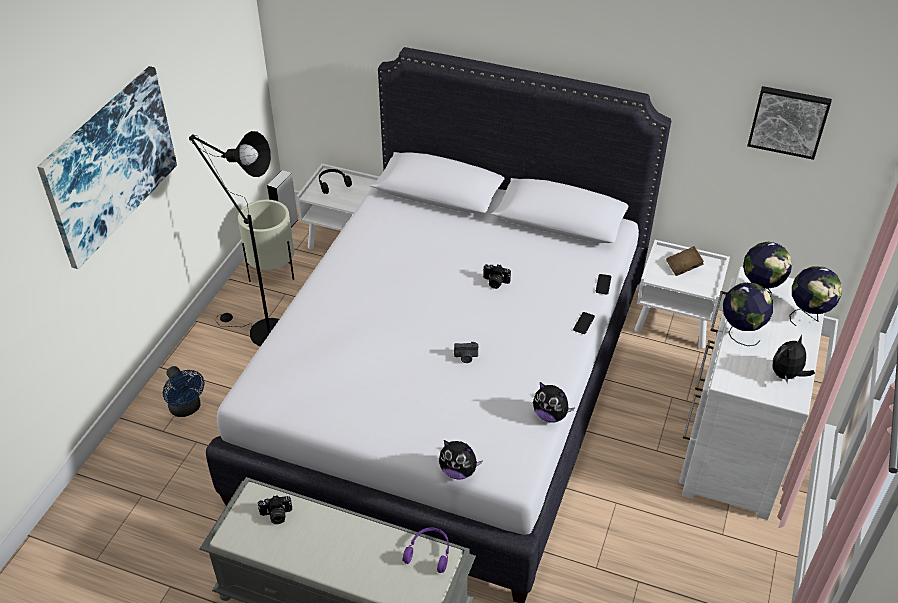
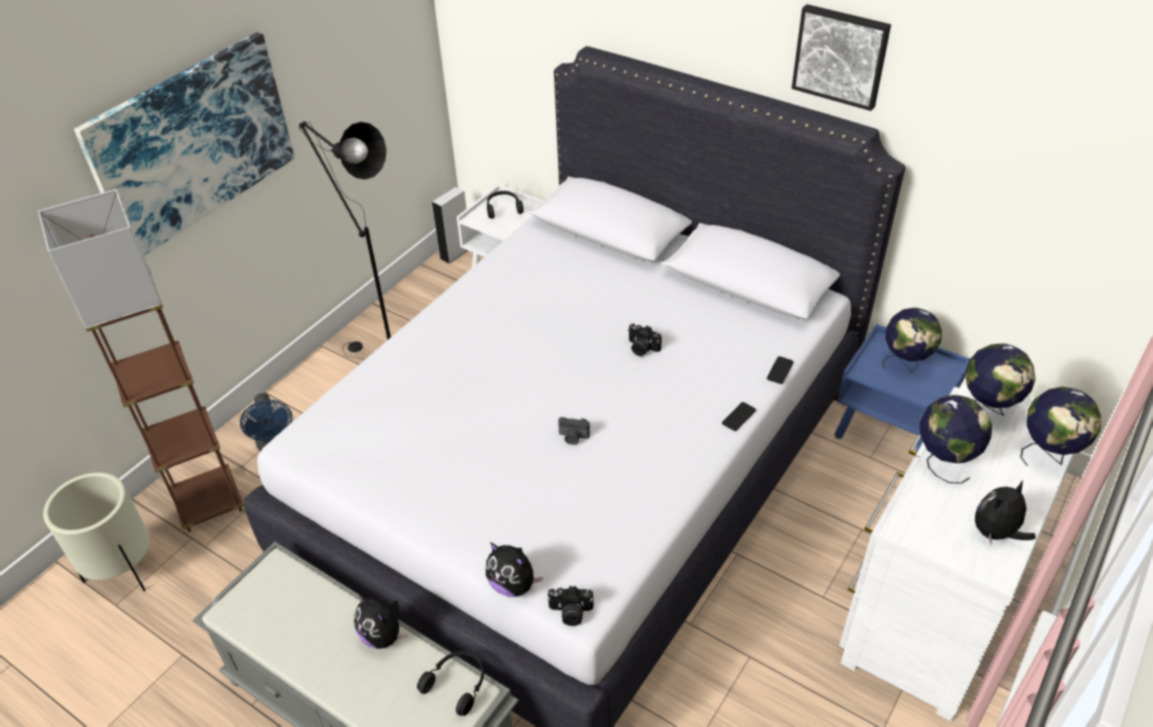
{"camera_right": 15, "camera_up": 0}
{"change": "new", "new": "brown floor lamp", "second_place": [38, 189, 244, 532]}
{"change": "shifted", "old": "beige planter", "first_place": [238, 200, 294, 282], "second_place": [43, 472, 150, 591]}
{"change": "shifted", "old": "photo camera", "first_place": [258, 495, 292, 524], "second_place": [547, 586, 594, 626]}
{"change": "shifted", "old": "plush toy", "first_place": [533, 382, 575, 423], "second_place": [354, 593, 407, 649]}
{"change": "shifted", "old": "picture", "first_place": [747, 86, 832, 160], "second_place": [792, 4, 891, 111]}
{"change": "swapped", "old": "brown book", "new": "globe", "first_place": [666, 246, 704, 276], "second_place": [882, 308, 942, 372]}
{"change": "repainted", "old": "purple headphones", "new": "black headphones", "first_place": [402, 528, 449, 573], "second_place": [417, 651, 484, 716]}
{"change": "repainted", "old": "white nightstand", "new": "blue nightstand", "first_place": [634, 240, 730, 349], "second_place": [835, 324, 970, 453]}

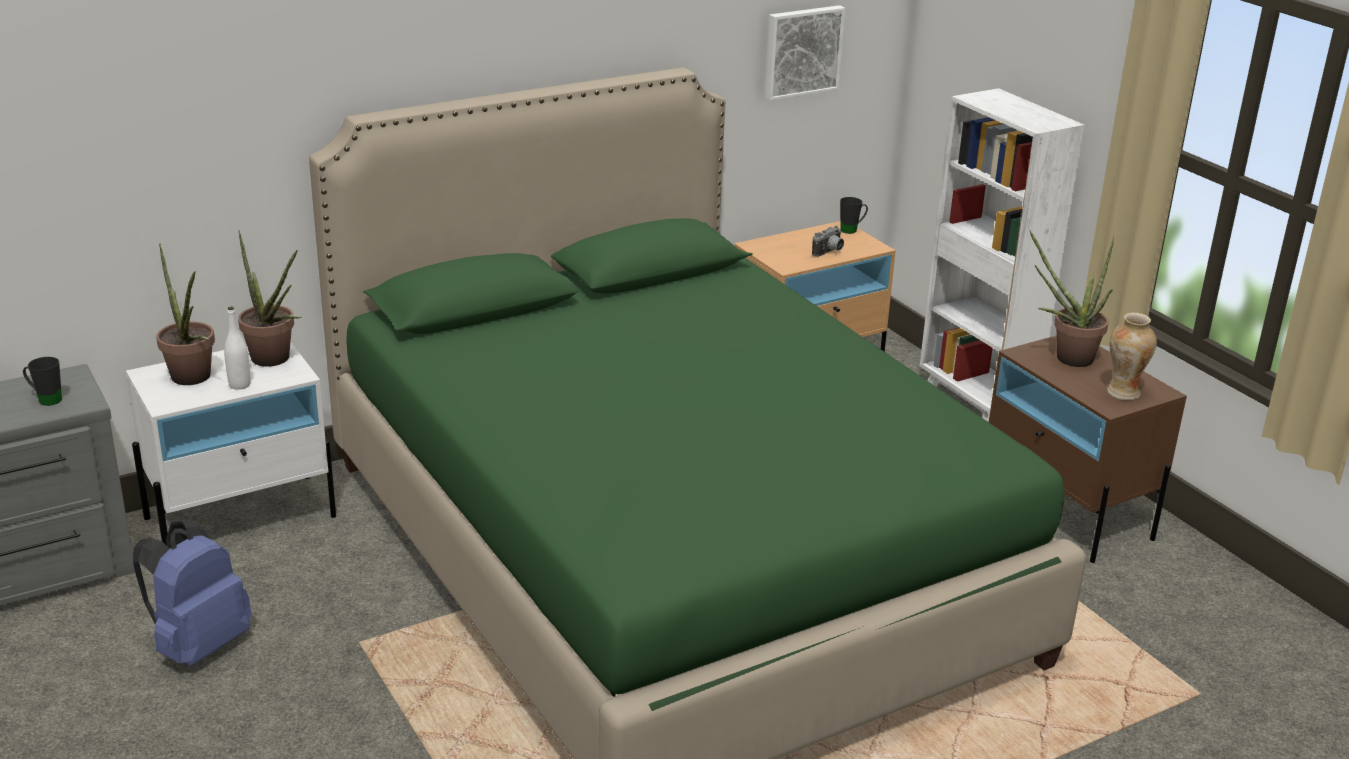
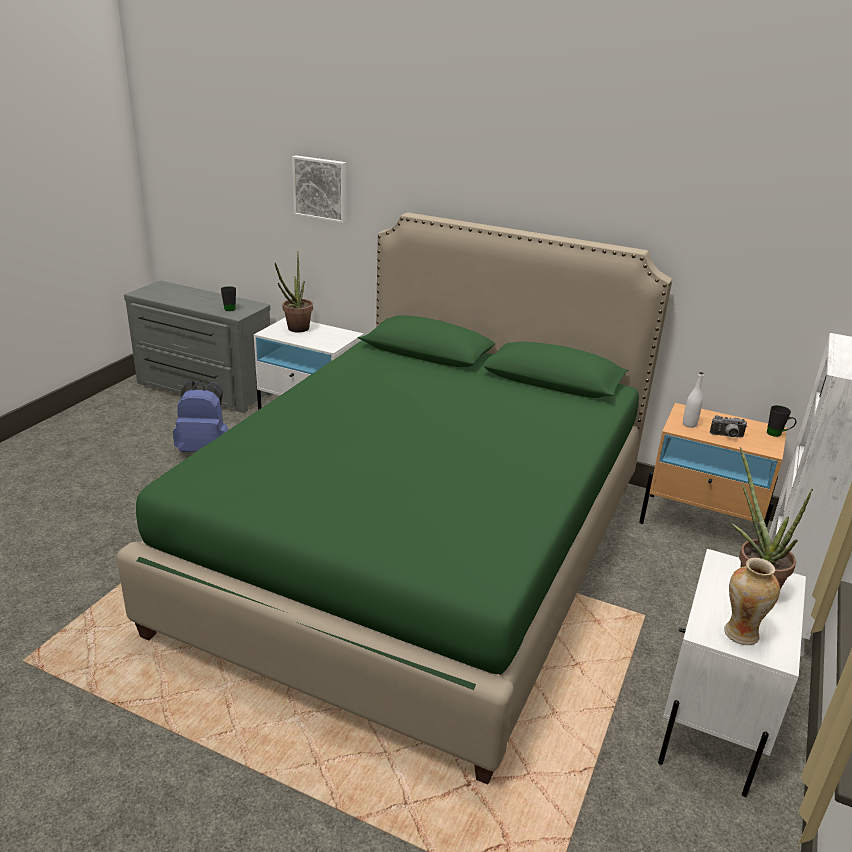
{"camera_right": 55, "camera_up": 0}
{"change": "gone", "old": "potted plant", "first_place": [238, 230, 302, 367]}
{"change": "shifted", "old": "white bottle", "first_place": [224, 306, 251, 390], "second_place": [683, 372, 703, 428]}
{"change": "shifted", "old": "picture", "first_place": [764, 5, 846, 101], "second_place": [292, 155, 346, 223]}
{"change": "repainted", "old": "brown nightstand", "new": "white nightstand", "first_place": [989, 336, 1187, 563], "second_place": [658, 549, 806, 797]}

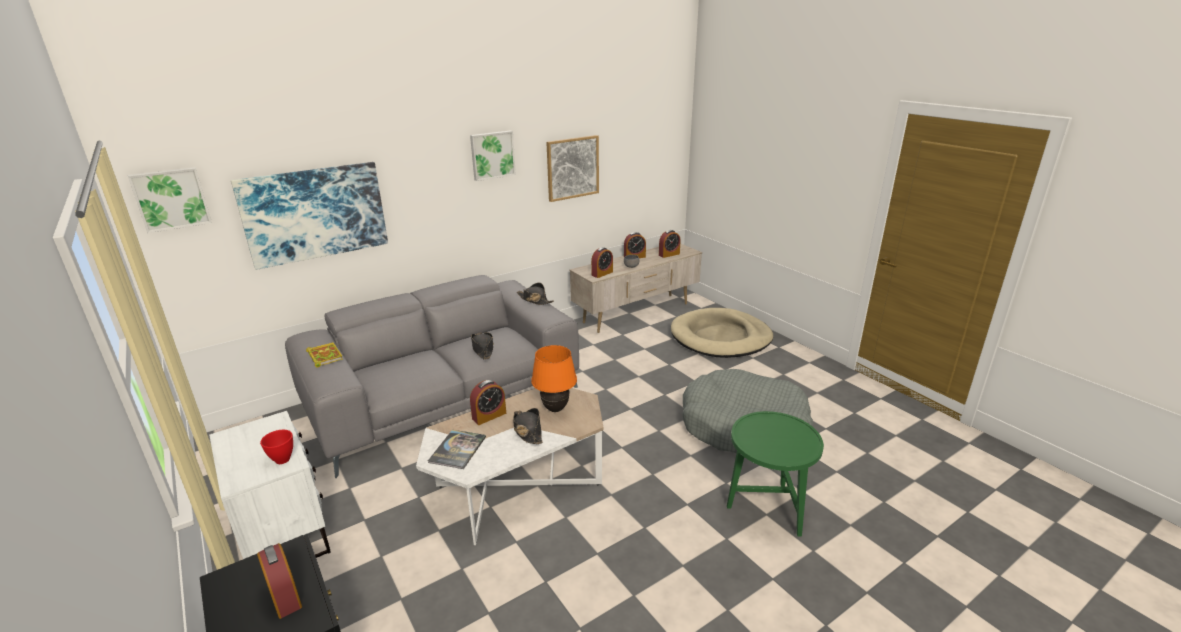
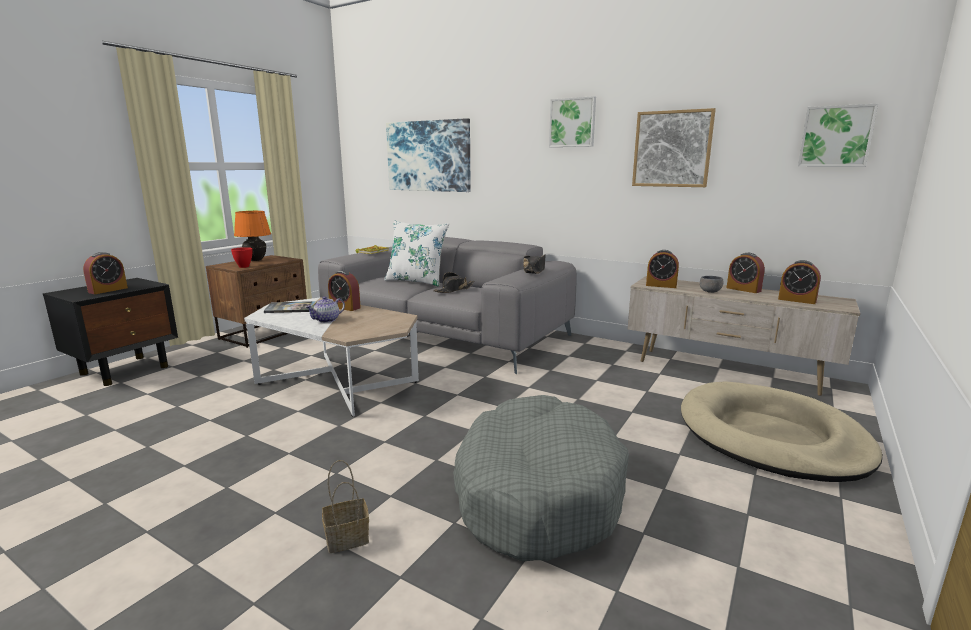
{"camera_right": 65, "camera_up": -10}
{"change": "new", "new": "white pillow", "second_place": [384, 221, 449, 286]}
{"change": "shifted", "old": "picture", "first_place": [128, 167, 212, 233], "second_place": [798, 104, 878, 167]}
{"change": "shifted", "old": "orange table lamp", "first_place": [531, 345, 577, 412], "second_place": [234, 211, 271, 261]}
{"change": "swapped", "old": "black hat", "new": "teapot", "first_place": [513, 408, 543, 444], "second_place": [306, 296, 345, 323]}
{"change": "swapped", "old": "green side table", "new": "basket", "first_place": [727, 411, 824, 537], "second_place": [322, 460, 369, 553]}
{"change": "repainted", "old": "white nightstand", "new": "brown nightstand", "first_place": [209, 411, 331, 559], "second_place": [206, 255, 307, 348]}

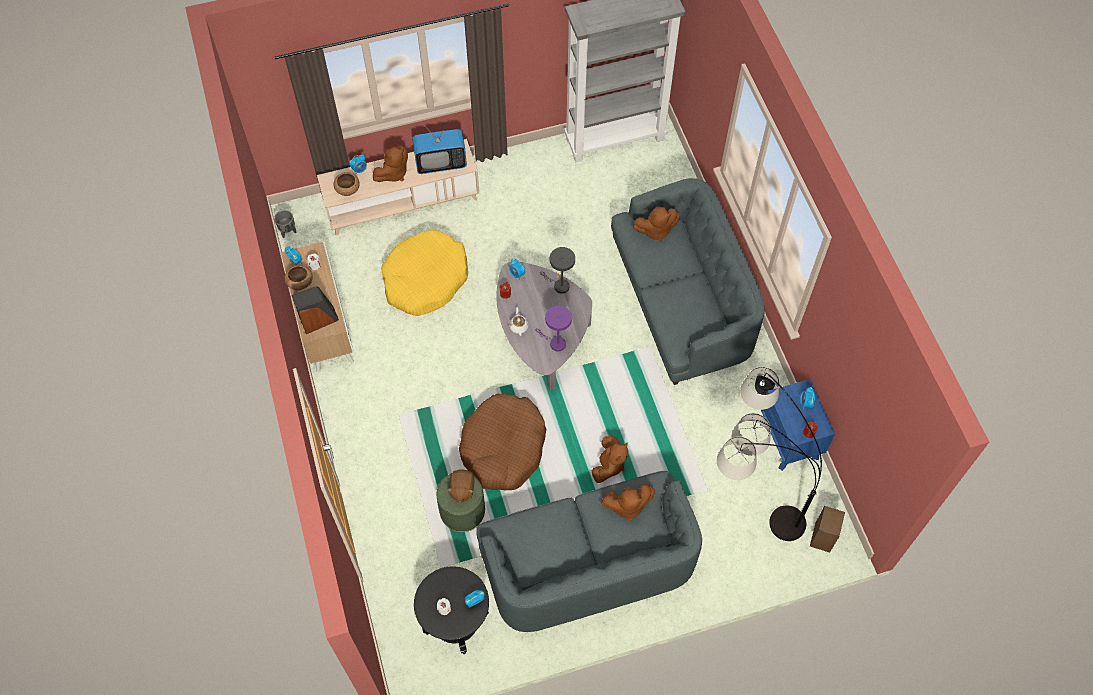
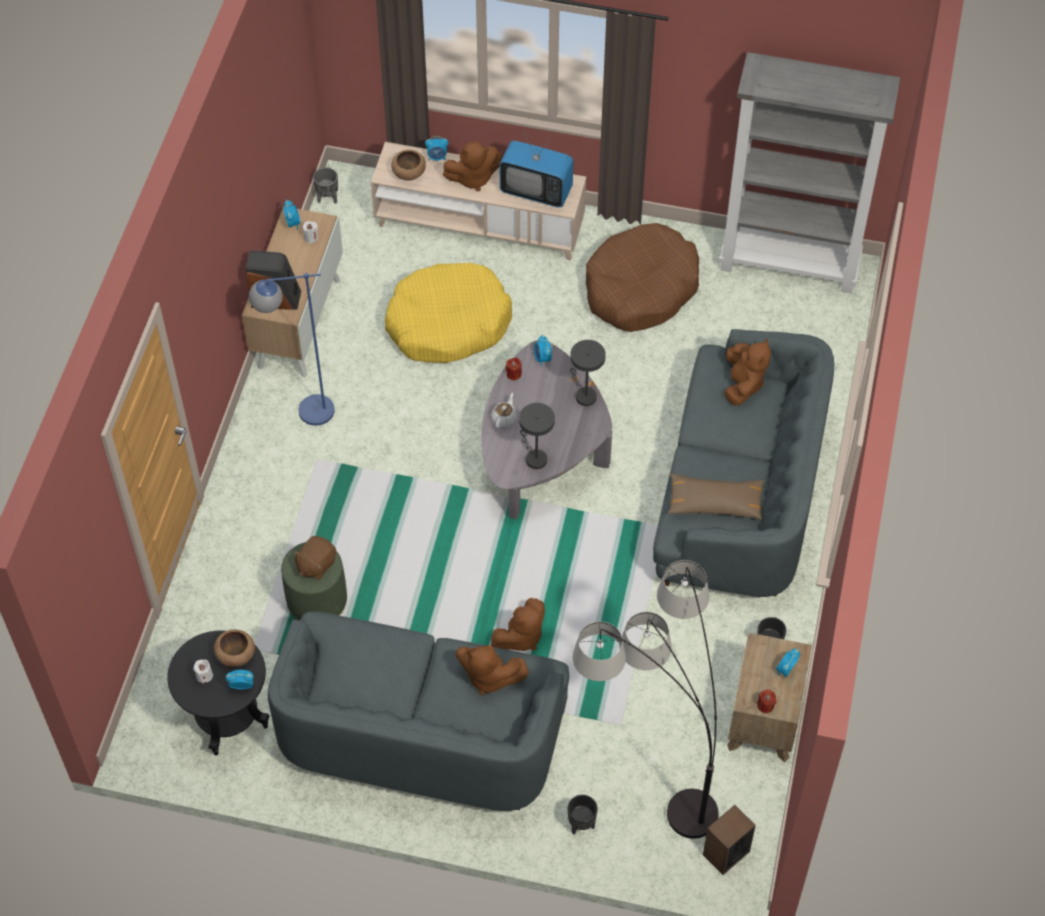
{"camera_right": 30, "camera_up": -5}
{"change": "new", "new": "blue floor lamp", "second_place": [249, 273, 335, 426]}
{"change": "new", "new": "black planter", "second_place": [568, 795, 598, 835]}
{"change": "new", "new": "brown pillow", "second_place": [668, 473, 764, 520]}
{"change": "shifted", "old": "brown bowl", "first_place": [284, 265, 313, 290], "second_place": [214, 629, 255, 667]}
{"change": "shifted", "old": "brown dog bed", "first_place": [459, 394, 546, 490], "second_place": [586, 223, 699, 332]}
{"change": "repainted", "old": "purple table lamp", "new": "grey table lamp", "first_place": [535, 306, 572, 351], "second_place": [519, 403, 555, 469]}
{"change": "repainted", "old": "blue nightstand", "new": "brown nightstand", "first_place": [760, 379, 835, 471], "second_place": [727, 632, 812, 762]}
{"change": "rotated", "old": "brown plush toy", "first_place": [633, 206, 680, 242], "second_place": [724, 339, 771, 405], "degrees": -105}

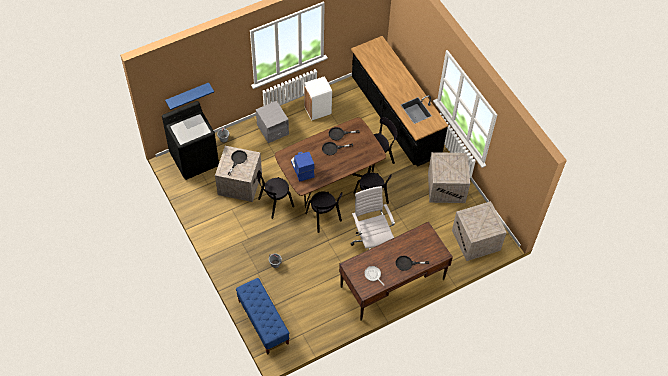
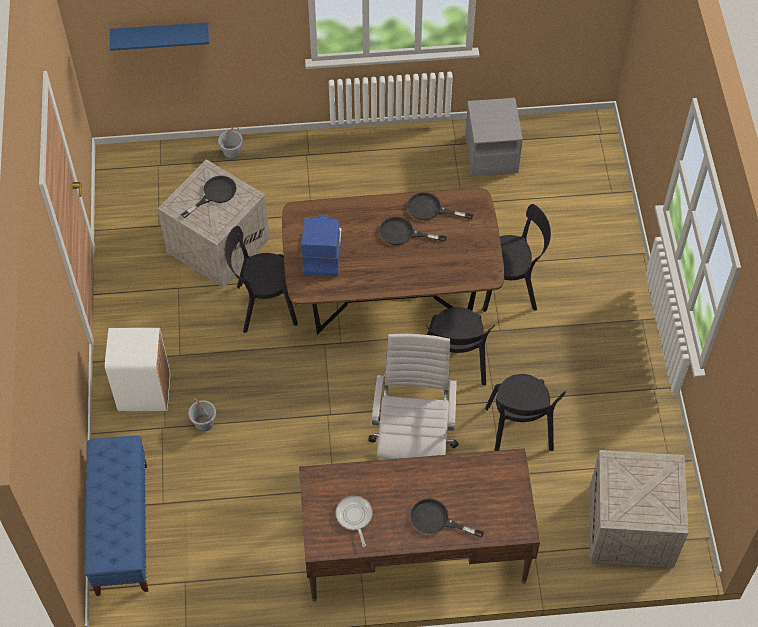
{"camera_right": 25, "camera_up": 0}
{"change": "gone", "old": "black washing machine", "first_place": [162, 101, 219, 180]}
{"change": "gone", "old": "black counter", "first_place": [351, 36, 448, 167]}
{"change": "gone", "old": "crate", "first_place": [428, 152, 470, 203]}
{"change": "shifted", "old": "grey nightstand", "first_place": [256, 101, 289, 143], "second_place": [465, 98, 523, 176]}
{"change": "shifted", "old": "white trash can", "first_place": [304, 76, 332, 120], "second_place": [105, 328, 170, 411]}
{"change": "shifted", "old": "black chair", "first_place": [305, 191, 343, 233], "second_place": [485, 374, 566, 451]}

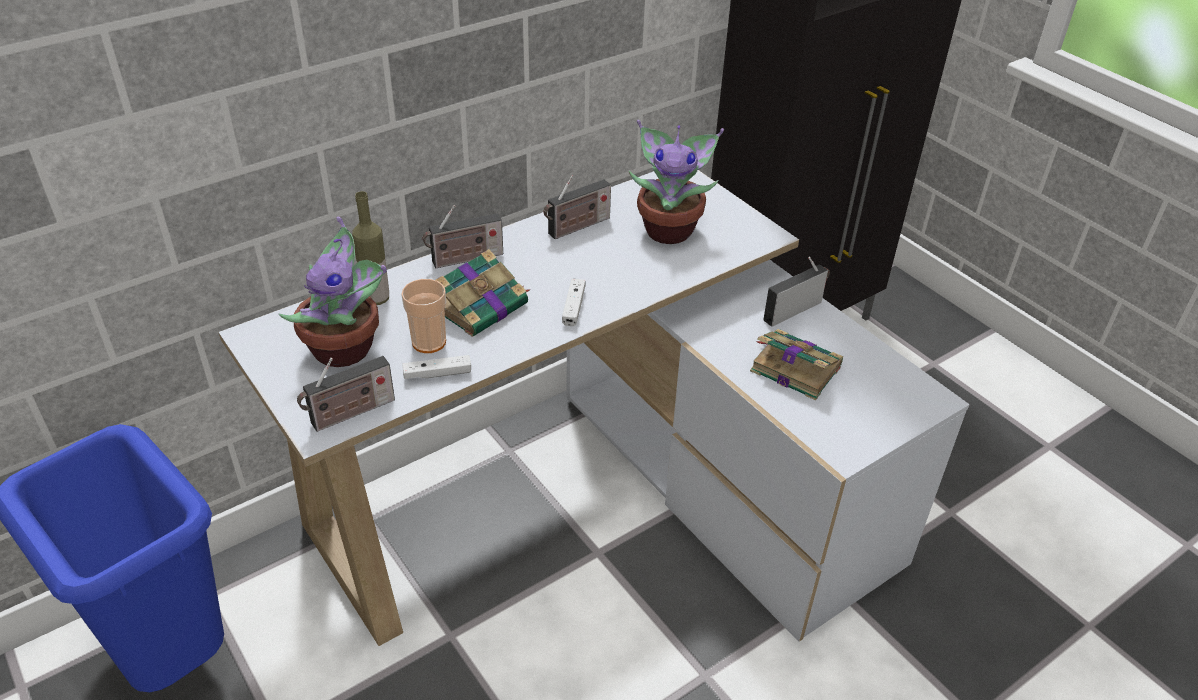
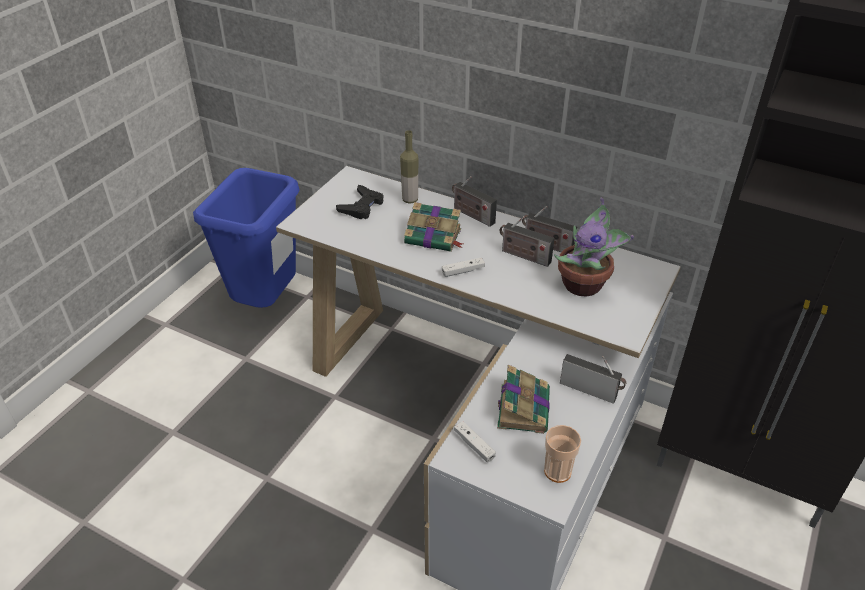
{"camera_right": 65, "camera_up": 0}
{"change": "shifted", "old": "radio", "first_place": [297, 356, 395, 432], "second_place": [499, 216, 555, 267]}
{"change": "shifted", "old": "cup", "first_place": [401, 279, 446, 353], "second_place": [544, 425, 581, 483]}
{"change": "shifted", "old": "white game controller", "first_place": [402, 355, 471, 379], "second_place": [454, 421, 496, 463]}
{"change": "swapped", "old": "potted plant", "new": "black game controller", "first_place": [279, 217, 387, 367], "second_place": [336, 185, 384, 219]}

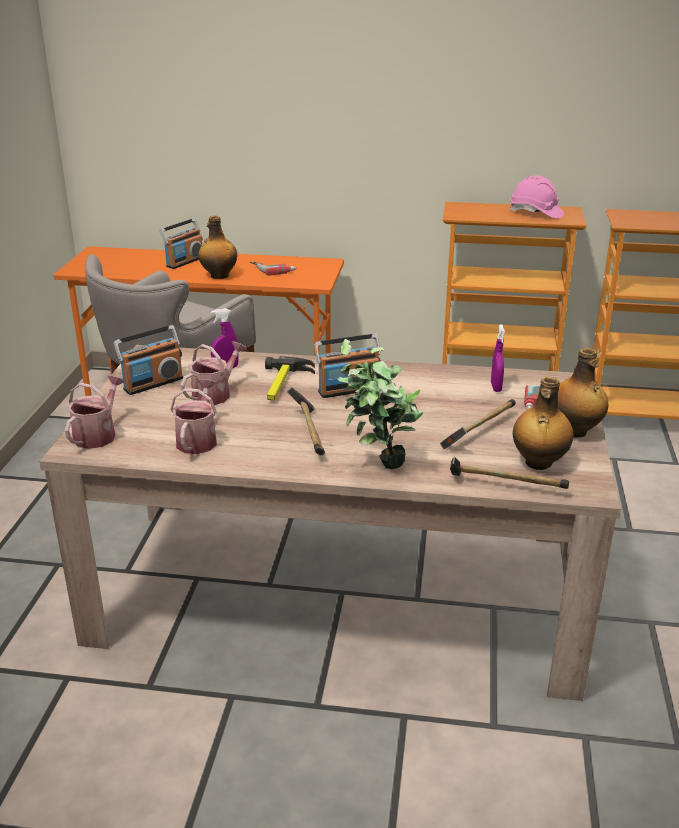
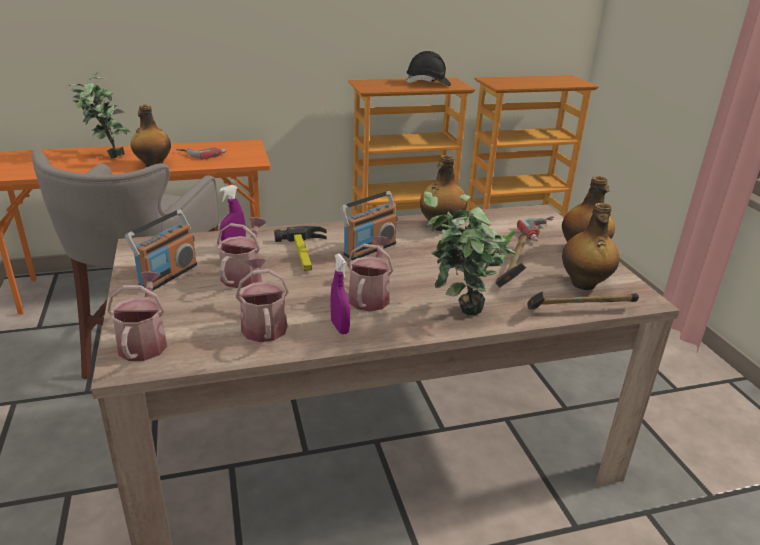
{"camera_right": -25, "camera_up": 0}
{"change": "new", "new": "bottle", "second_place": [420, 155, 467, 231]}
{"change": "shifted", "old": "purple spray bottle", "first_place": [491, 324, 505, 392], "second_place": [331, 253, 350, 334]}
{"change": "swapped", "old": "radio", "new": "potted plant", "first_place": [159, 218, 202, 269], "second_place": [69, 73, 132, 158]}
{"change": "swapped", "old": "hammer", "new": "watering can", "first_place": [287, 387, 325, 455], "second_place": [347, 236, 394, 312]}
{"change": "repainted", "old": "pink hard hat", "new": "black hard hat", "first_place": [510, 176, 564, 219], "second_place": [406, 51, 451, 86]}

